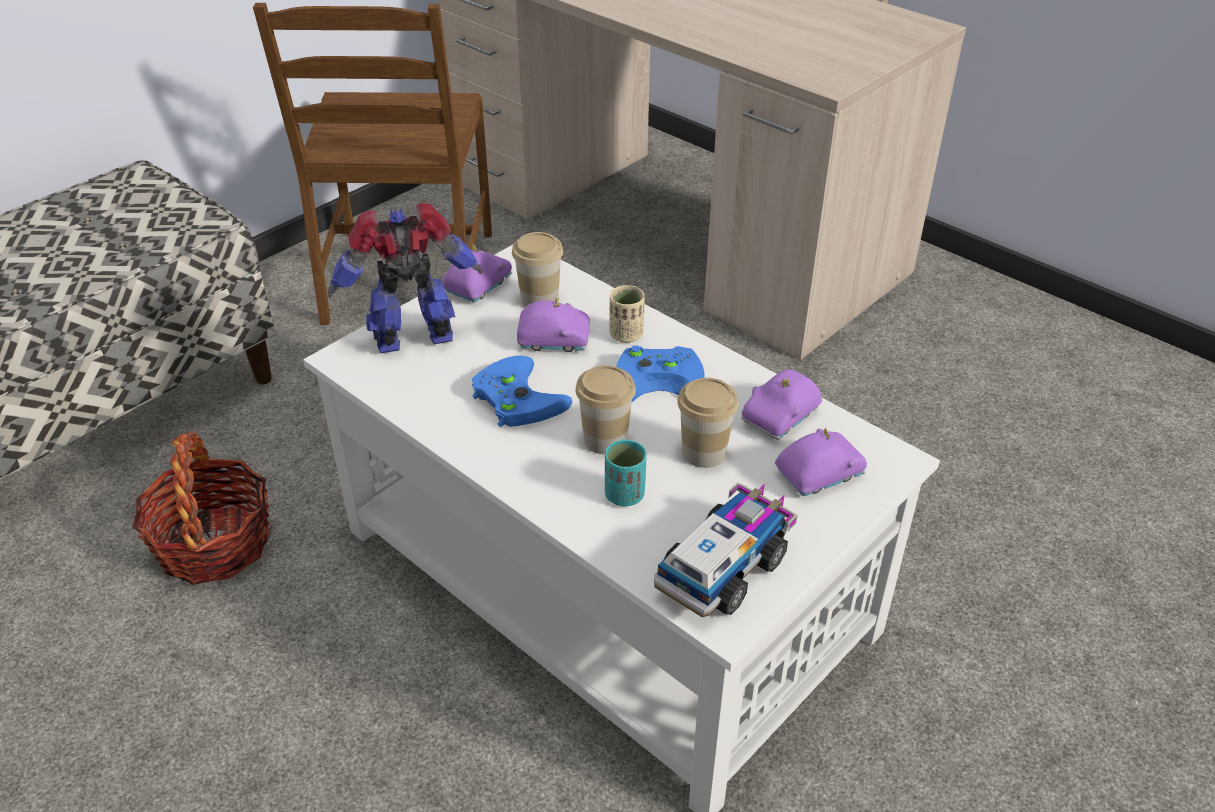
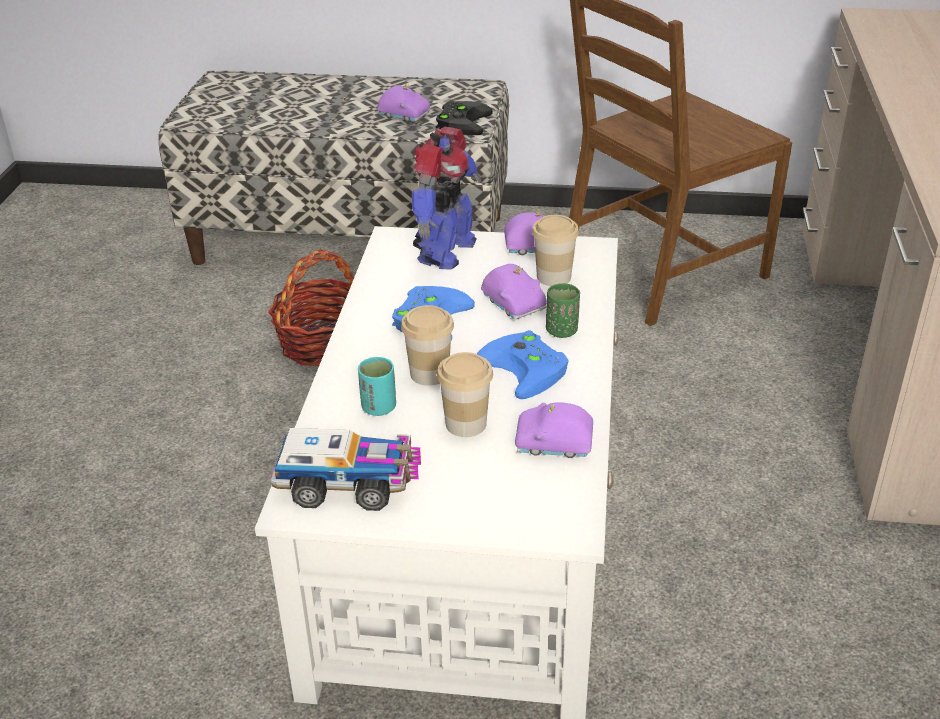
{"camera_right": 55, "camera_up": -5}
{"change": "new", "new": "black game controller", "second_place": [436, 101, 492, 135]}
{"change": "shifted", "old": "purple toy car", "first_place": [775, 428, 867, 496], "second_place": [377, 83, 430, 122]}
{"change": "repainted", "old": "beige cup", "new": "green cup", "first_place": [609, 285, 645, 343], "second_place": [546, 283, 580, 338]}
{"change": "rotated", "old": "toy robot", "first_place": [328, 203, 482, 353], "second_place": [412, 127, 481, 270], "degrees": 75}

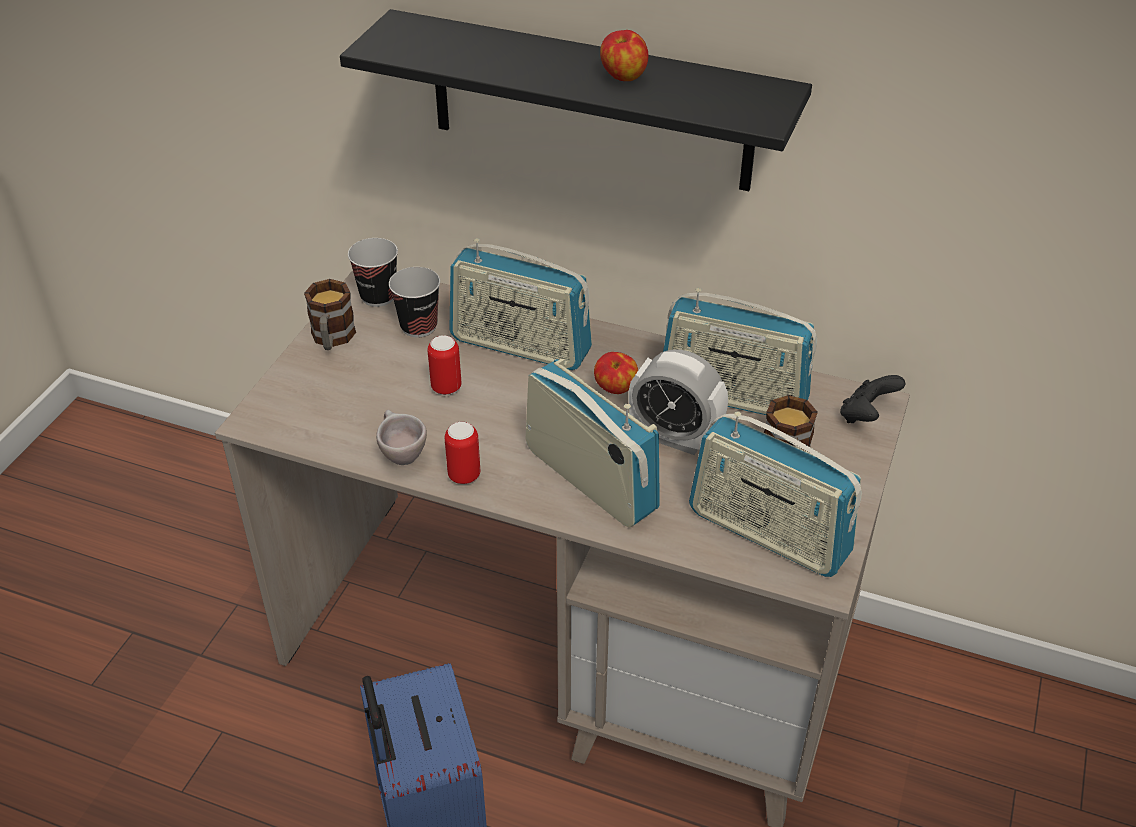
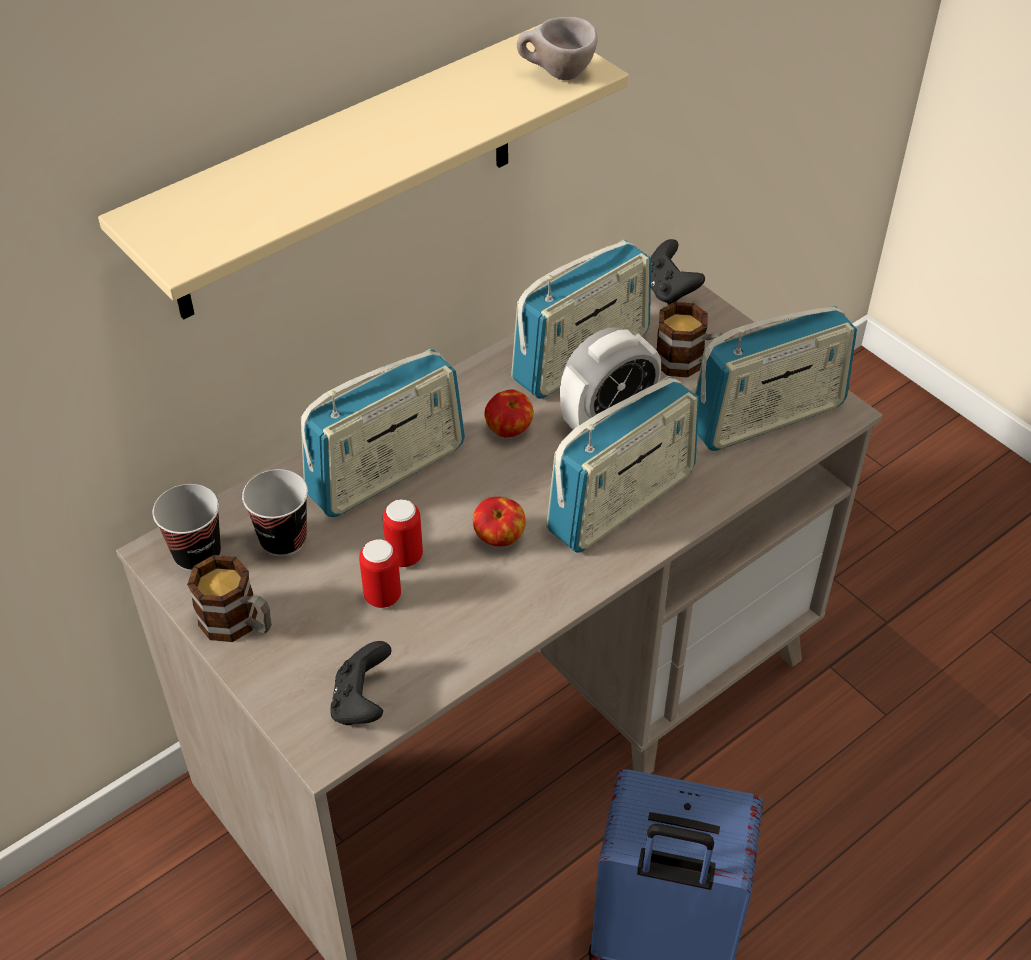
{"camera_right": -60, "camera_up": 5}
{"change": "new", "new": "black game controller", "second_place": [330, 641, 391, 725]}
{"change": "shifted", "old": "beige cup", "first_place": [376, 410, 427, 465], "second_place": [517, 17, 598, 80]}
{"change": "shifted", "old": "can", "first_place": [445, 422, 480, 484], "second_place": [359, 539, 401, 608]}
{"change": "shifted", "old": "apple", "first_place": [600, 30, 648, 81], "second_place": [473, 497, 526, 546]}
{"change": "repainted", "old": "black shelf", "new": "beige shelf", "first_place": [340, 9, 812, 191], "second_place": [98, 24, 629, 320]}
{"change": "rotated", "old": "radio", "first_place": [526, 358, 660, 528], "second_place": [546, 376, 699, 553], "degrees": 150}

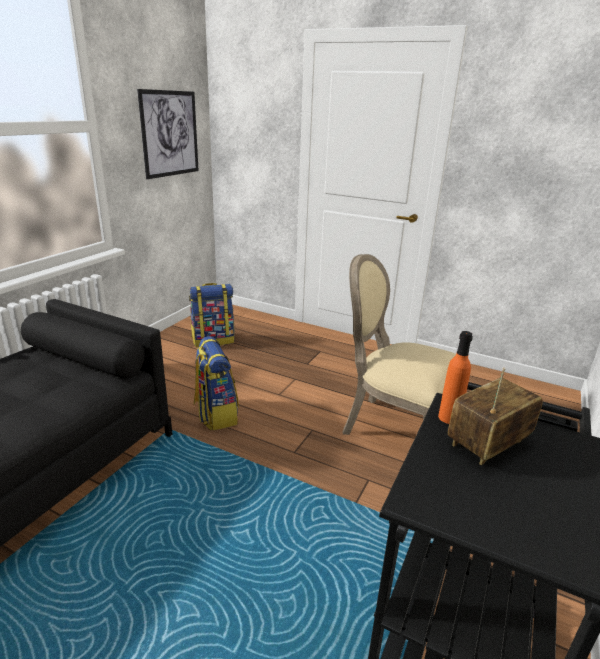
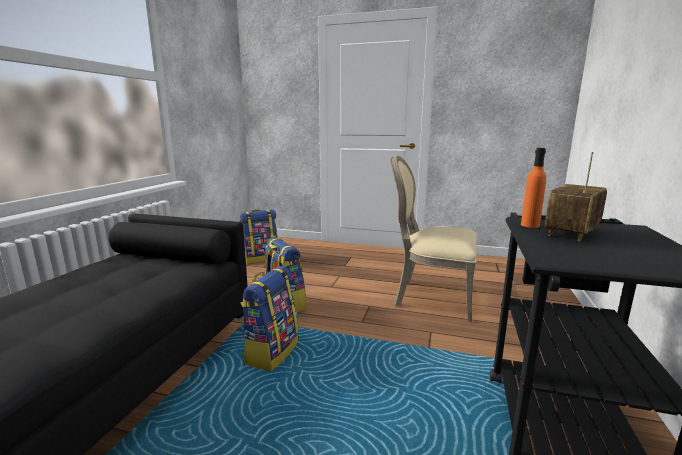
{"camera_right": -10, "camera_up": -10}
{"change": "gone", "old": "picture", "first_place": [137, 89, 199, 179]}
{"change": "new", "new": "backpack", "second_place": [241, 266, 299, 371]}

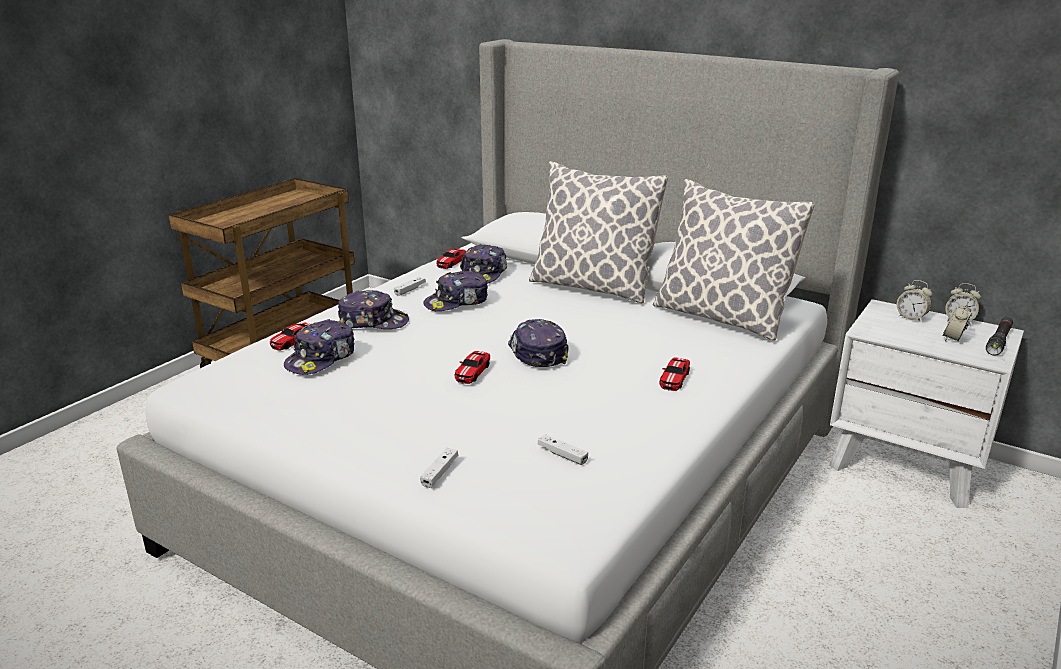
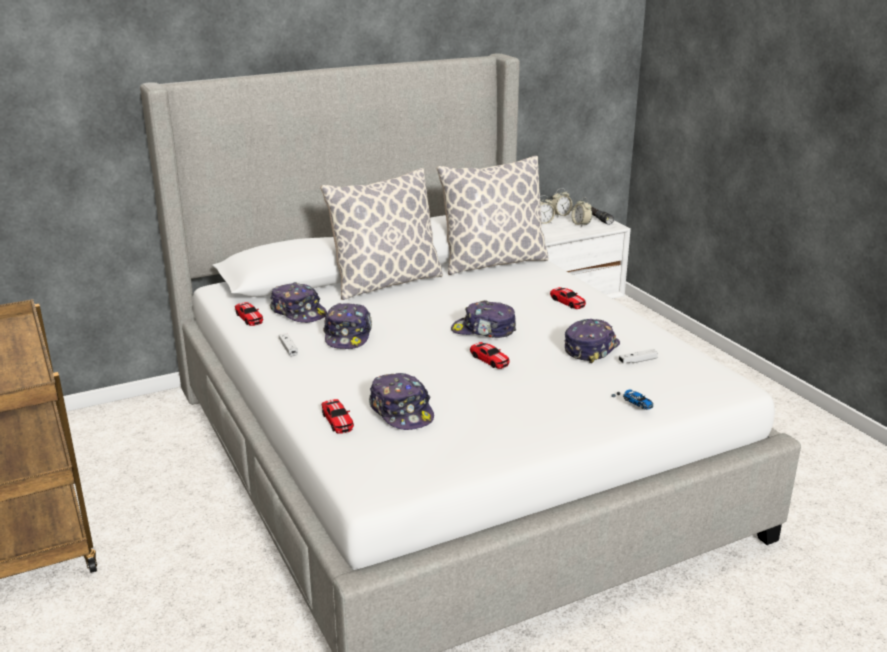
{"camera_right": -60, "camera_up": 0}
{"change": "shifted", "old": "cap", "first_place": [338, 290, 409, 329], "second_place": [565, 319, 620, 363]}
{"change": "swapped", "old": "white game controller", "new": "toy car", "first_place": [420, 448, 458, 488], "second_place": [612, 390, 653, 410]}

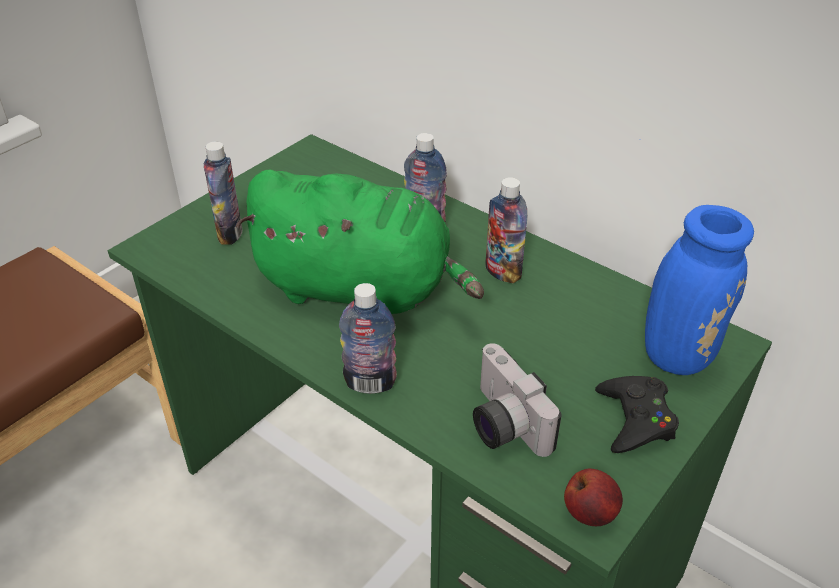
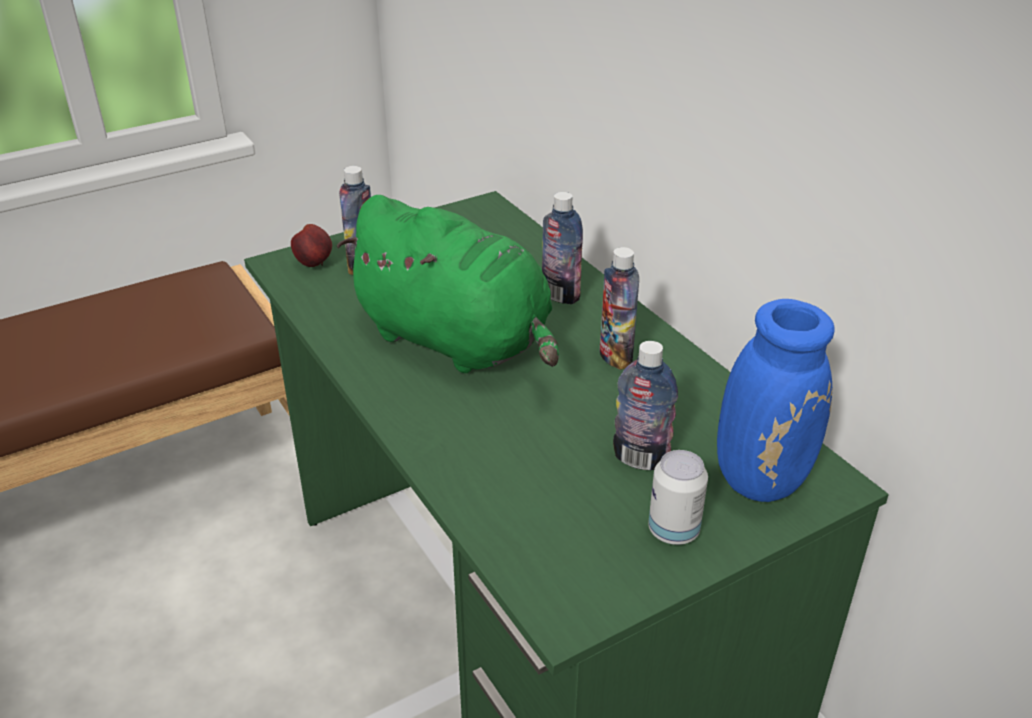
{"camera_right": 20, "camera_up": -5}
{"change": "gone", "old": "photo camera", "first_place": [473, 343, 562, 457]}
{"change": "shifted", "old": "bottle", "first_place": [339, 283, 397, 394], "second_place": [613, 341, 678, 470]}
{"change": "shifted", "old": "apple", "first_place": [564, 469, 623, 526], "second_place": [291, 224, 332, 267]}
{"change": "swapped", "old": "black game controller", "new": "can", "first_place": [595, 376, 679, 453], "second_place": [648, 450, 708, 545]}

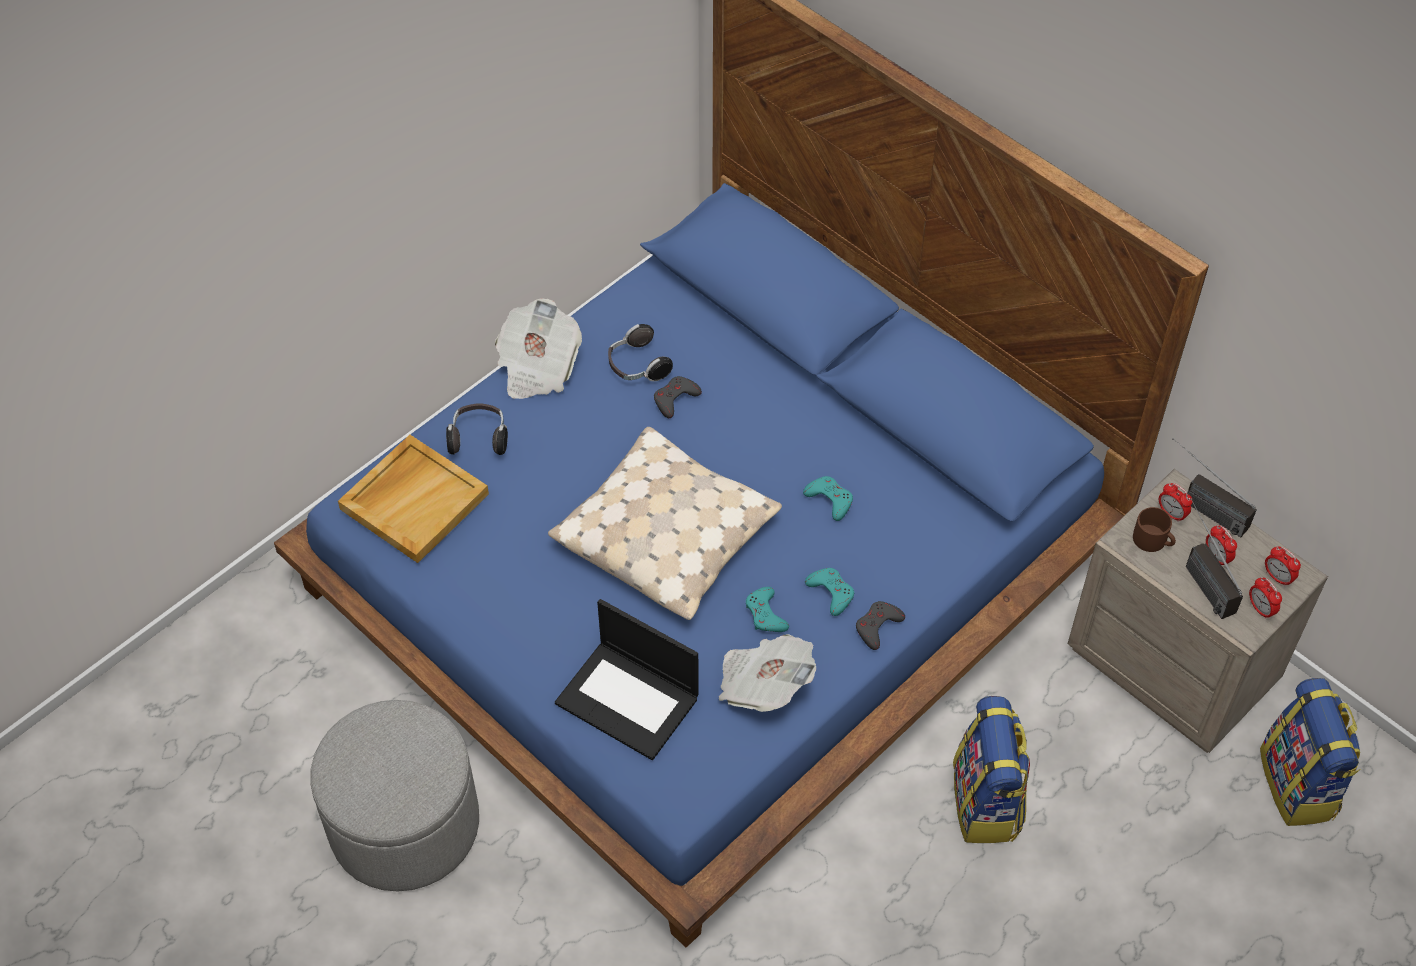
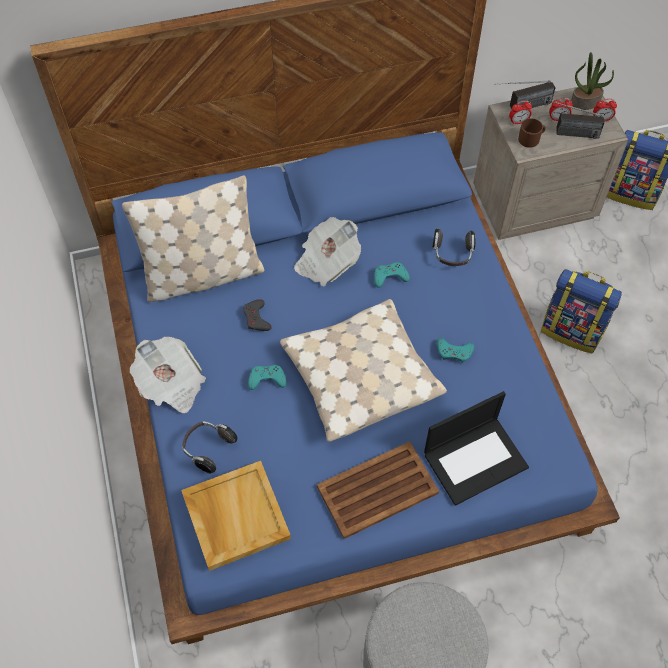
{"camera_right": -60, "camera_up": 5}
{"change": "gone", "old": "grey game controller", "first_place": [856, 601, 905, 650]}
{"change": "new", "new": "beige pillow", "second_place": [122, 175, 264, 302]}
{"change": "new", "new": "brown tray", "second_place": [317, 441, 439, 539]}
{"change": "shifted", "old": "headphones", "first_place": [608, 324, 673, 381], "second_place": [433, 229, 476, 266]}
{"change": "shifted", "old": "newspaper", "first_place": [719, 634, 816, 712], "second_place": [294, 217, 361, 286]}
{"change": "shifted", "old": "turquoise game controller", "first_place": [805, 568, 854, 616], "second_place": [248, 365, 287, 390]}
{"change": "swapped", "old": "alarm clock", "new": "potted plant", "first_place": [1265, 547, 1301, 587], "second_place": [571, 52, 614, 110]}

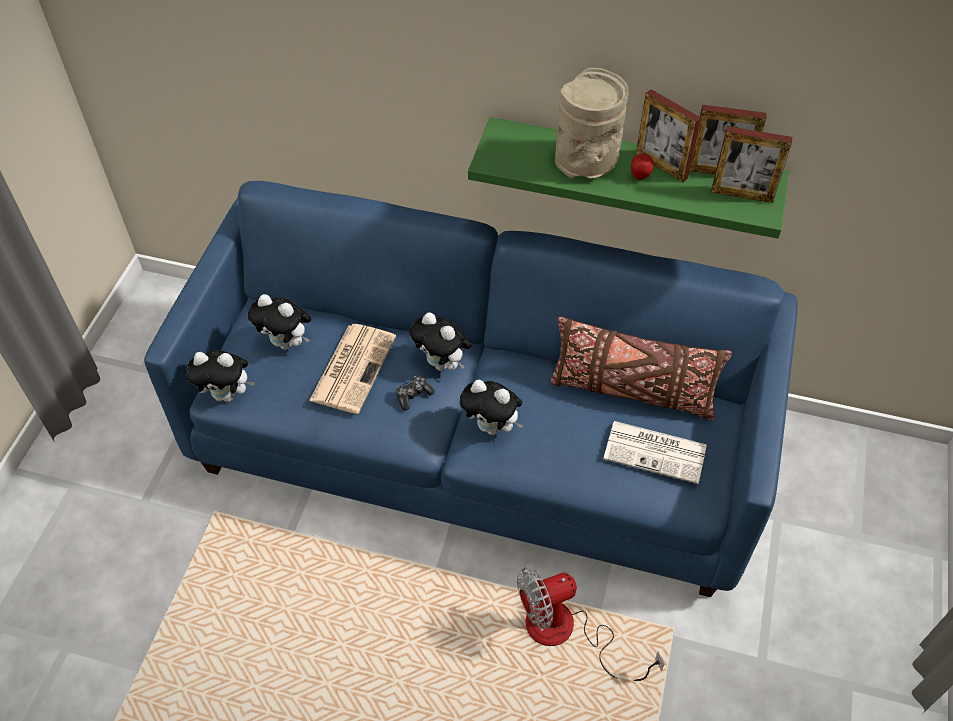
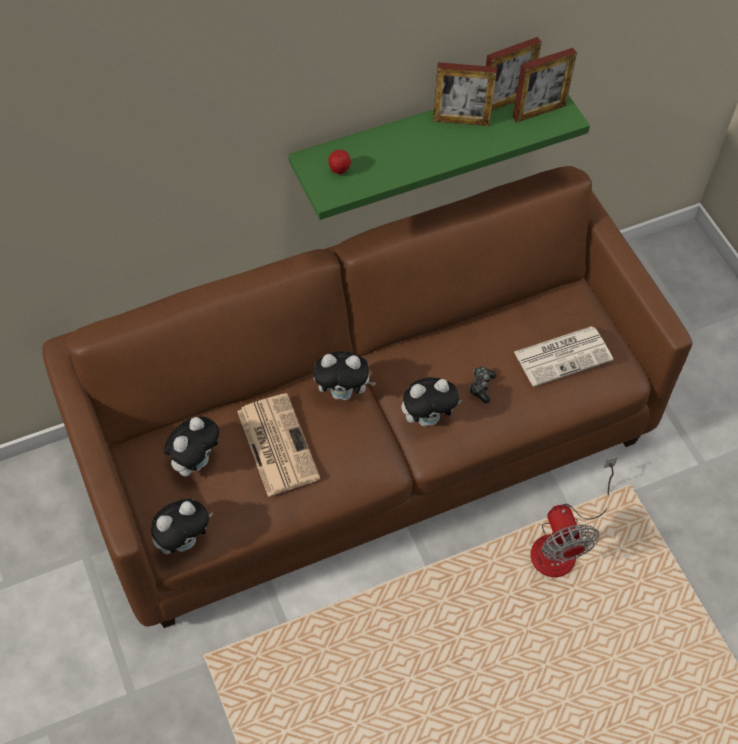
{"camera_right": -40, "camera_up": 5}
{"change": "gone", "old": "brown pillow", "first_place": [551, 316, 732, 420]}
{"change": "gone", "old": "beige vase", "first_place": [555, 68, 629, 179]}
{"change": "shifted", "old": "game controller", "first_place": [396, 376, 435, 411], "second_place": [469, 366, 496, 403]}
{"change": "shifted", "old": "apple", "first_place": [631, 153, 653, 180], "second_place": [328, 150, 351, 175]}
{"change": "repainted", "old": "blue sofa", "new": "brown sofa", "first_place": [144, 181, 798, 597], "second_place": [42, 166, 693, 628]}
{"change": "rotated", "old": "plush toy", "first_place": [248, 294, 311, 350], "second_place": [164, 416, 219, 476], "degrees": -45}
{"change": "rotated", "old": "fan", "first_place": [517, 567, 665, 681], "second_place": [531, 457, 618, 577], "degrees": -45}

